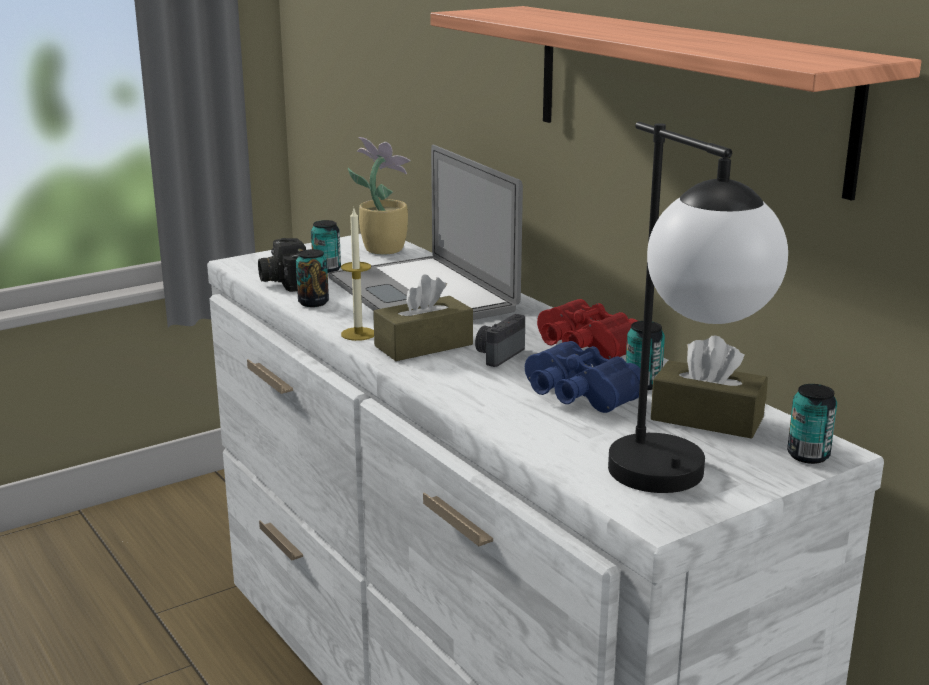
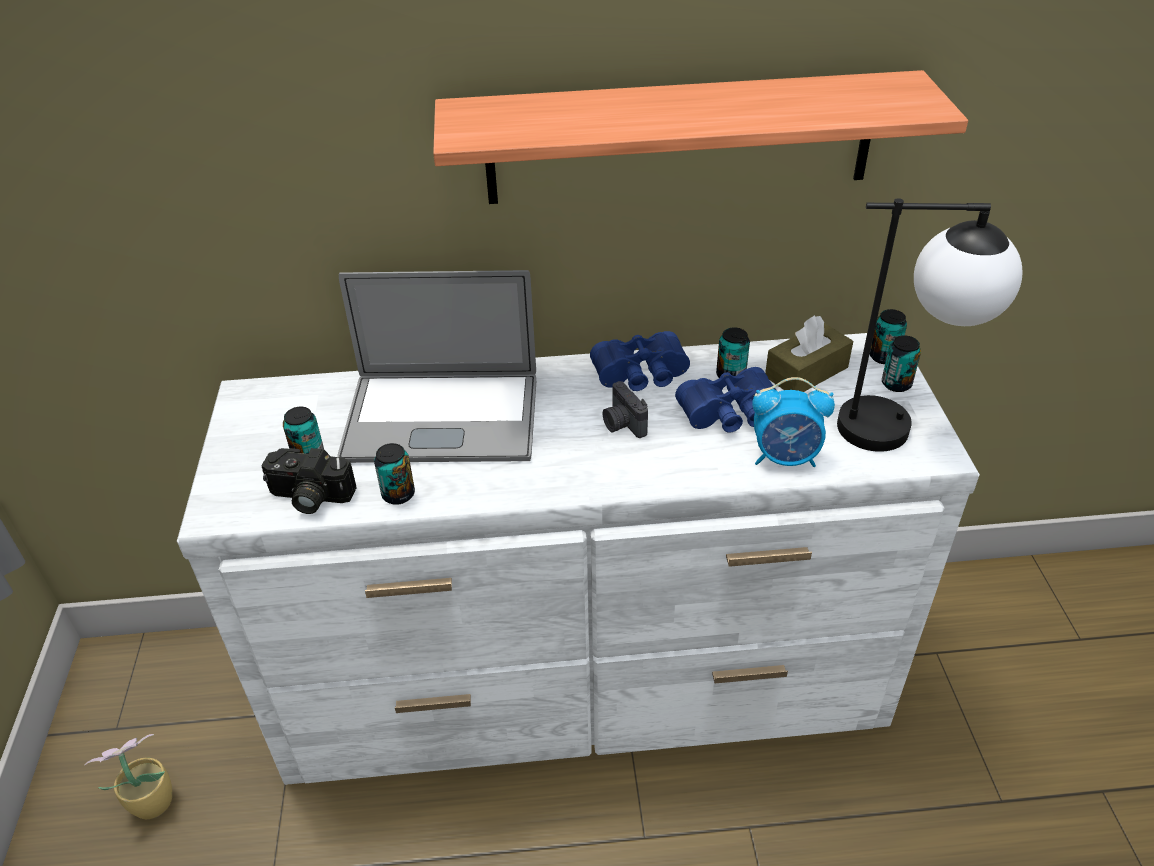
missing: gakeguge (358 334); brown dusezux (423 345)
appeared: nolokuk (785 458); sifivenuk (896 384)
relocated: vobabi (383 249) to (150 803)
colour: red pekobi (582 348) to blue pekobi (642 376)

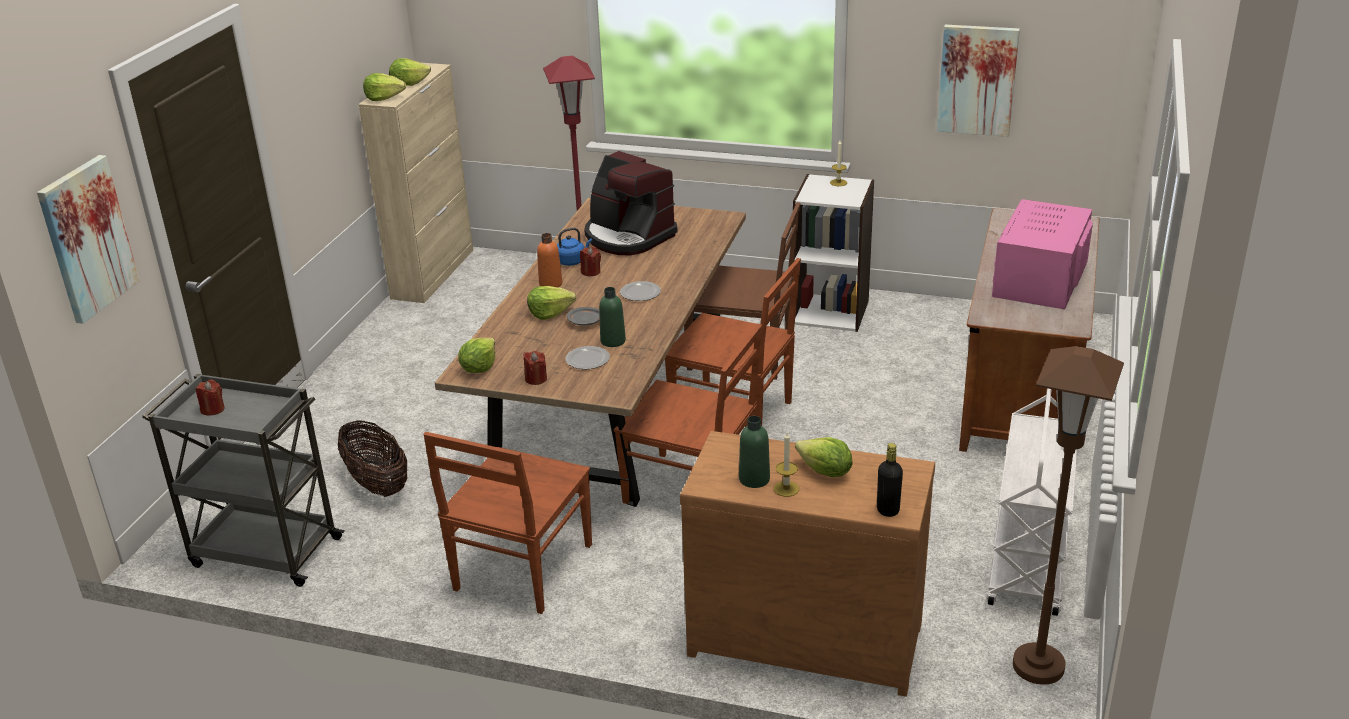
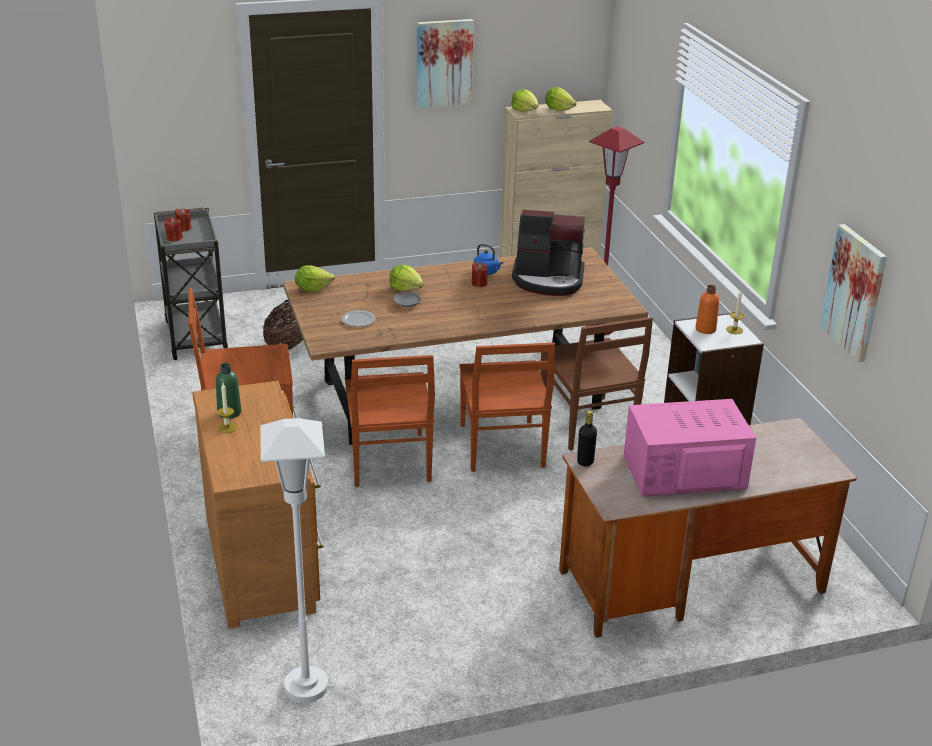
missing: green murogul (613 341); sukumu (640 293); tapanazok (825 472); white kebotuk (1028 562)
relocated: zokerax (87 238) to (444 63); red gakeguge (536 379) to (174 238); orange murogul (550 284) to (705 329); black murogul (888 510) to (585 462)
colour: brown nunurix (1038 666) to white nunurix (306 686)
spun: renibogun (628 236) = (548 280) 90 degrees counterclockwise

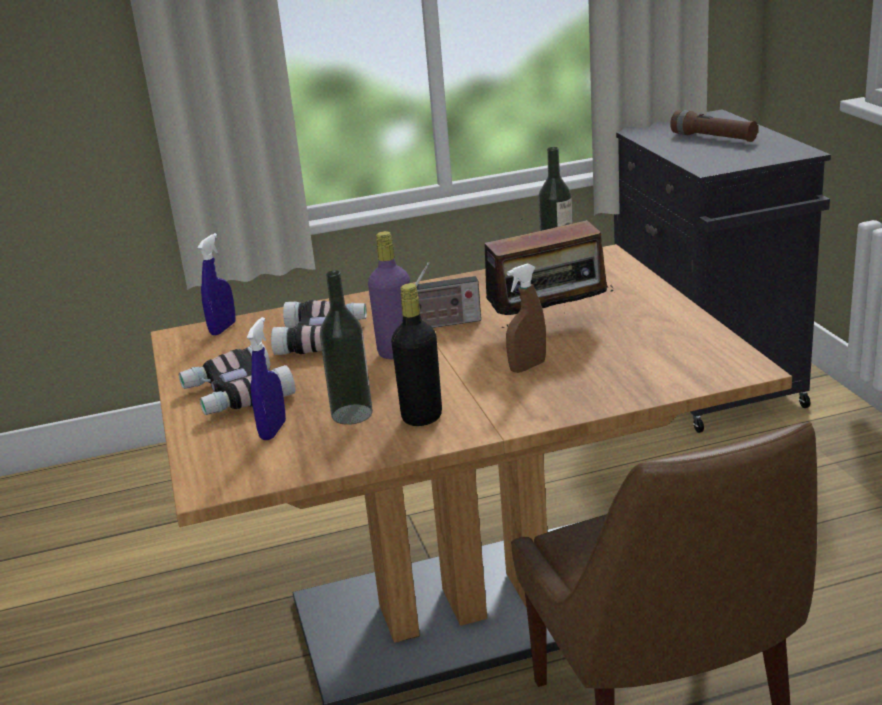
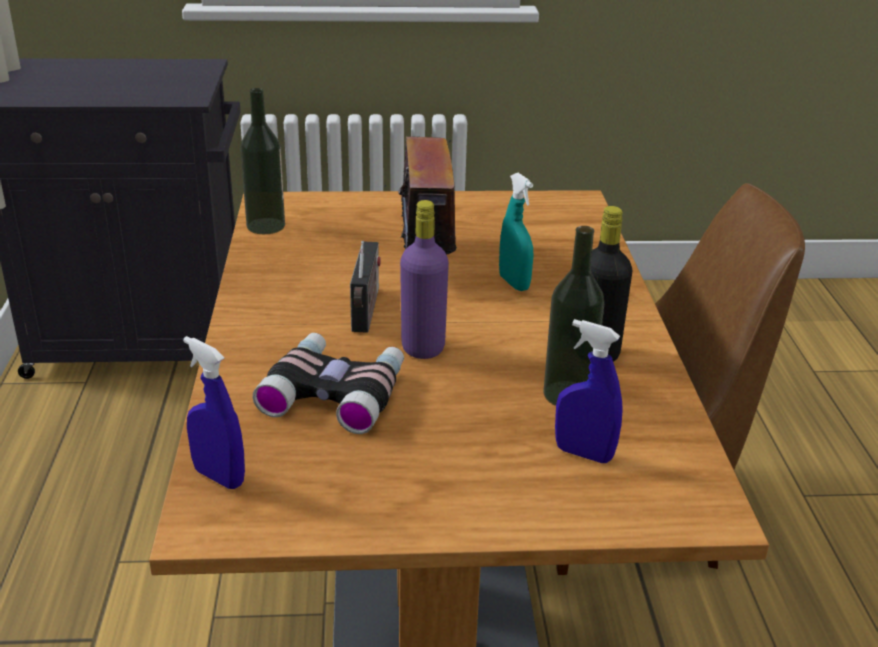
missing: pekobi (235 394); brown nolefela (713 138)
colour: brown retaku (527 367) to turquoise retaku (514 283)

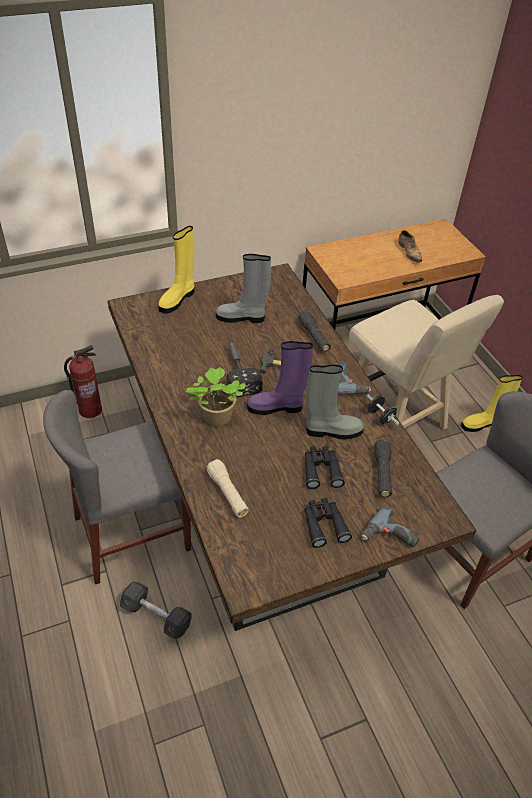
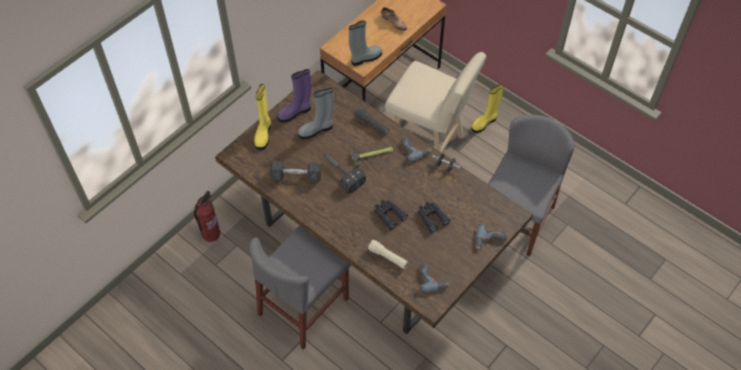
missing: vobabi (216 418); black nolefela (382 473)
appeared: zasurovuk (432 278)
relocated: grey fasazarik (156 616) to (296 176); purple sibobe (276 407) to (295 112); black pekobi (324 525) to (389 215); grey sibobe (332 431) to (365 58)

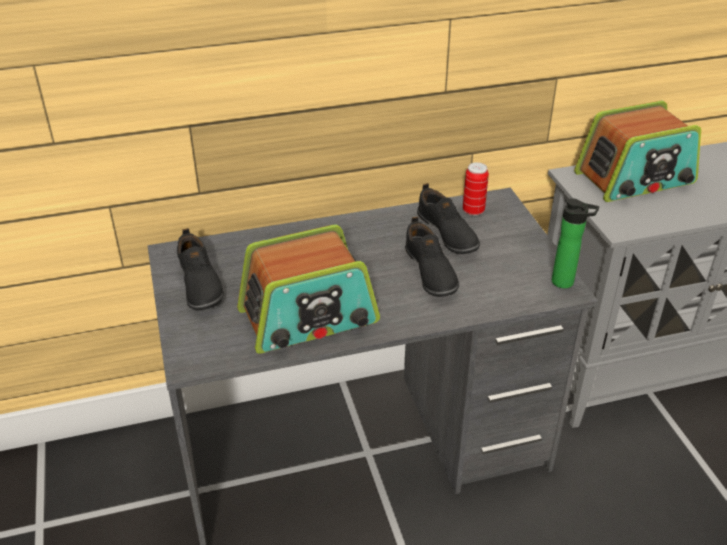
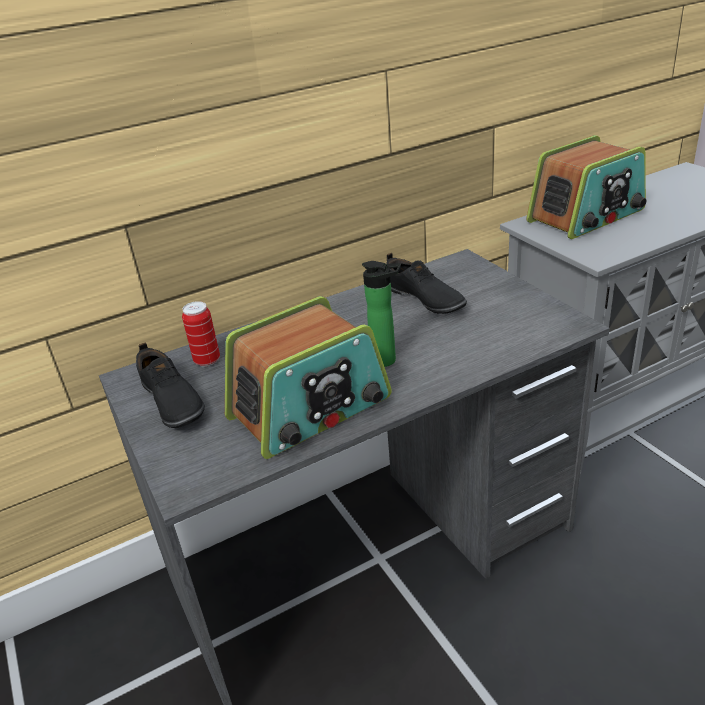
missing: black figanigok (429 272)
relocated: sifivenuk (473 211) to (207 360); murogul (566 283) to (387 360)

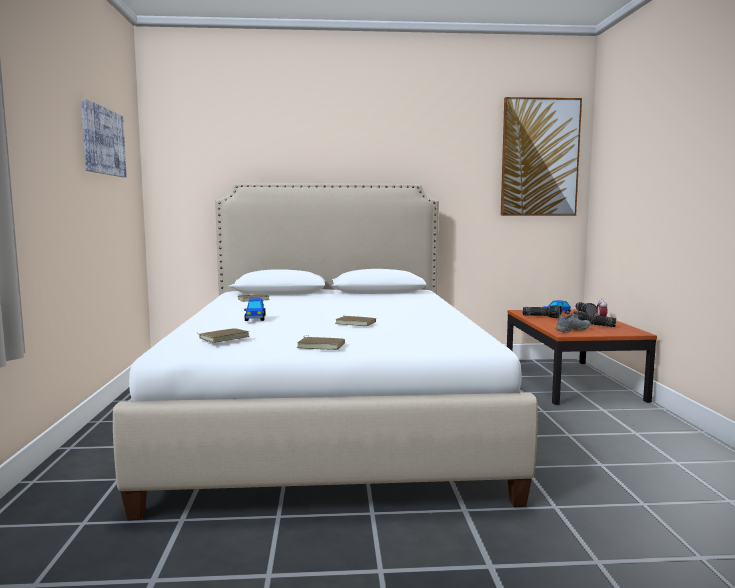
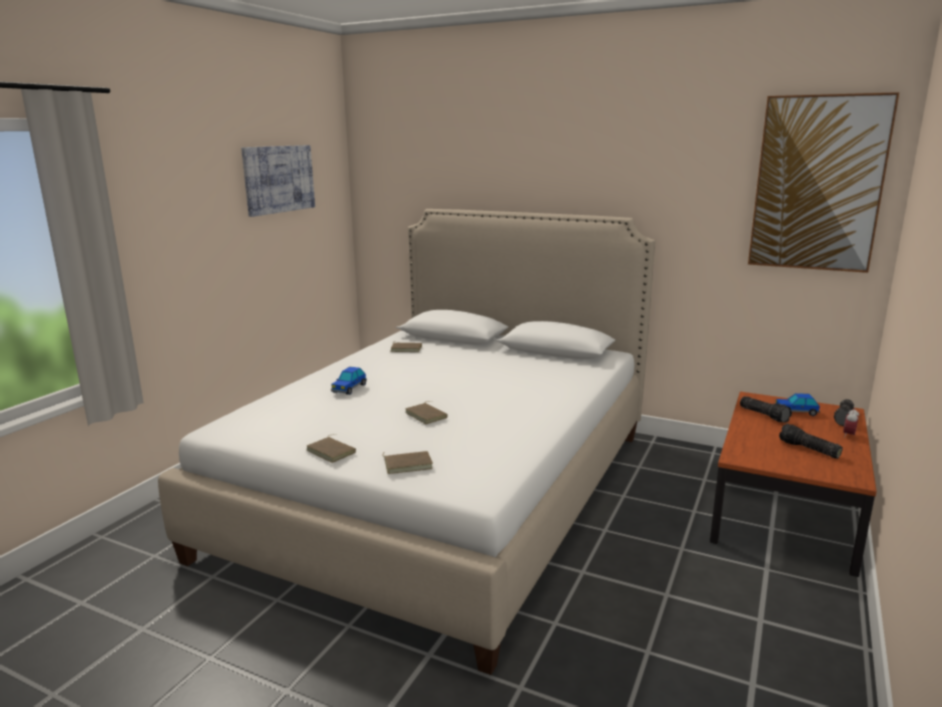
missing: grey figanigok (573 330)
relocated: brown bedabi (223 338) to (408 464)

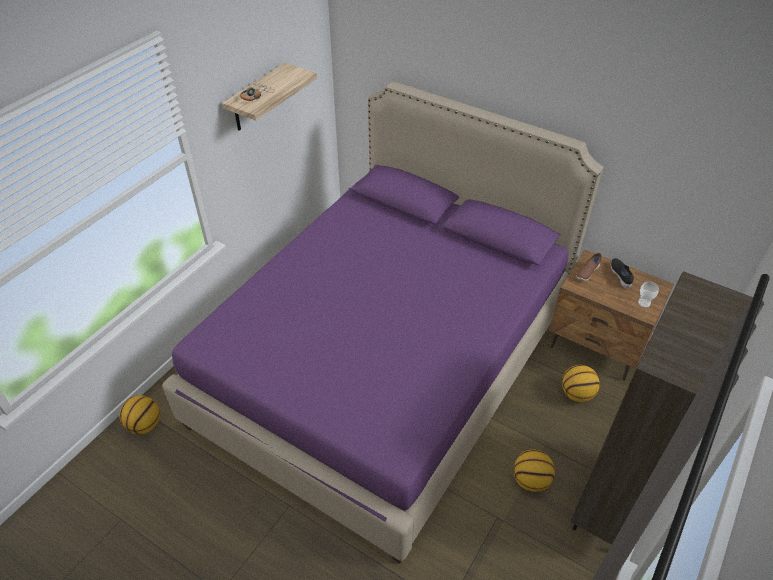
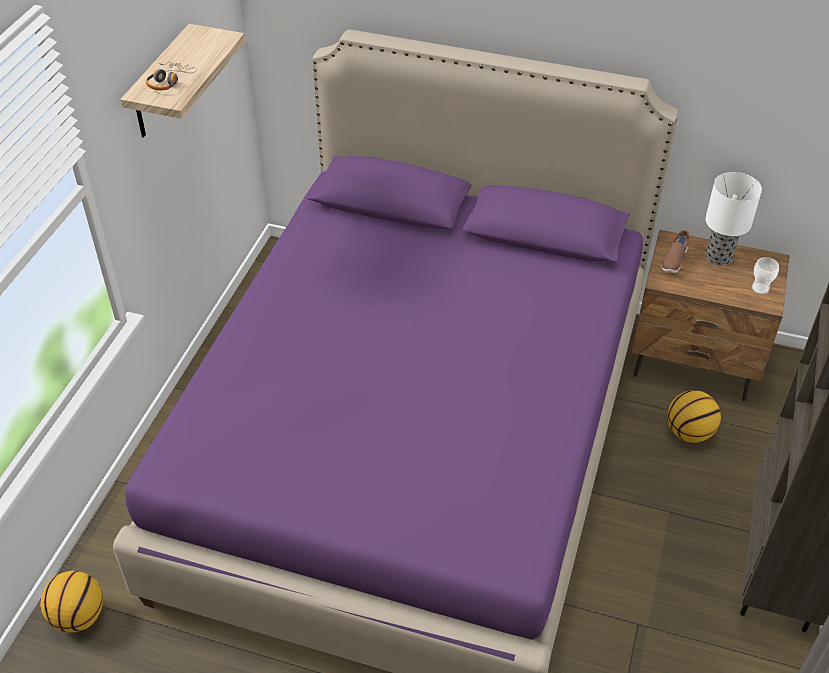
missing: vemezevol (531 480)
exchanged: black figanigok (620 276) to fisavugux (718 257)

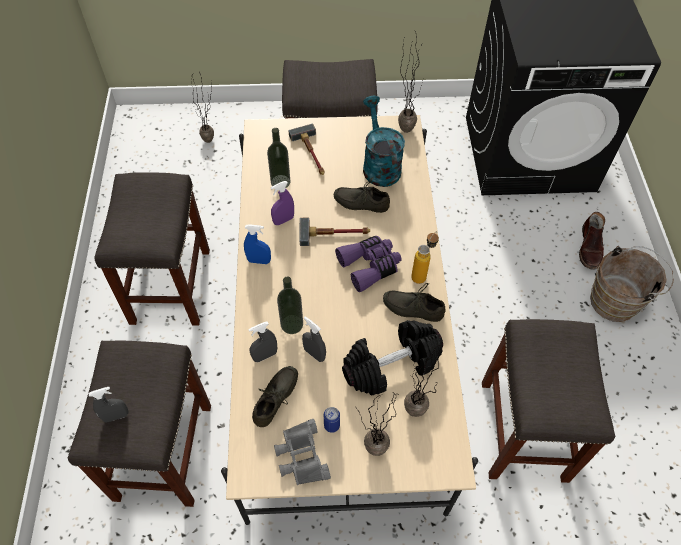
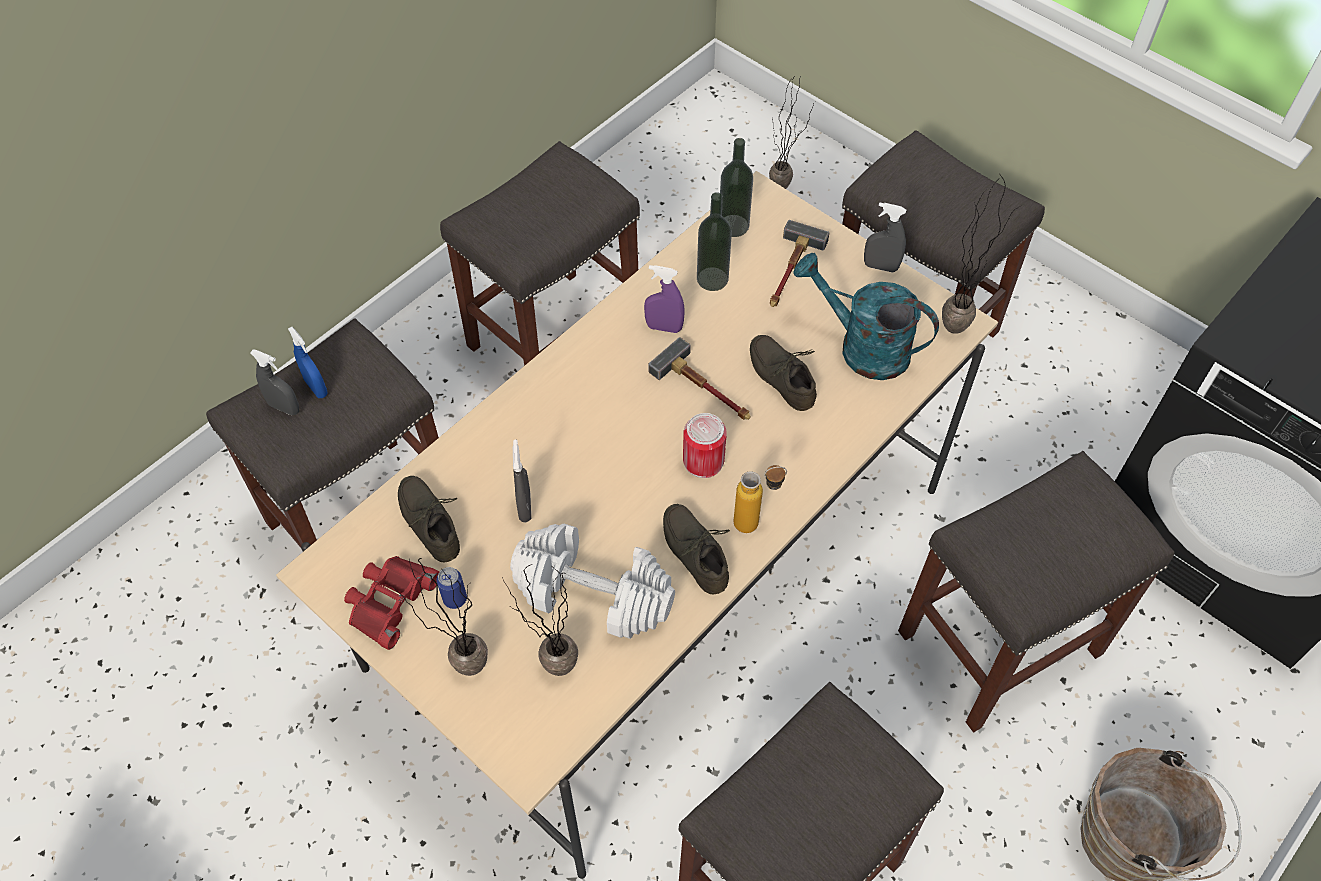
missing: brown sibobe (590 247)
appeared: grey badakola (998 645)
relocated: blue retaku (259 261) to (316 388); grey retaku (265 355) to (880 267); murogul (292 324) to (733 225)
exchanged: purple pekobi (370 266) to sifivenuk (703 461)
colour: grey pekobi (301 456) to red pekobi (389 601); black fasazarik (391 364) to white fasazarik (594 593)
spun: grey figanigok (278 399) = (433 521) 105 degrees counterclockwise; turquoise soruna (379 165) = (862 347) 90 degrees counterclockwise

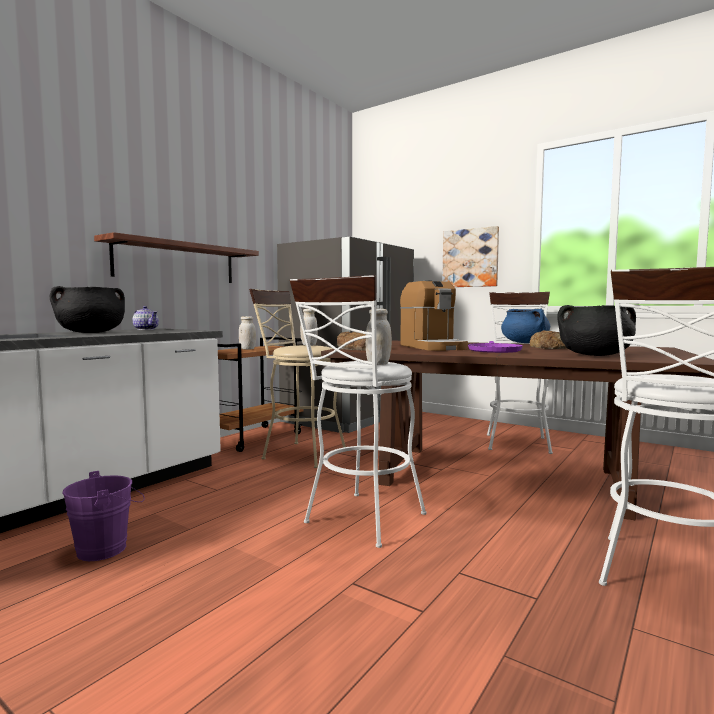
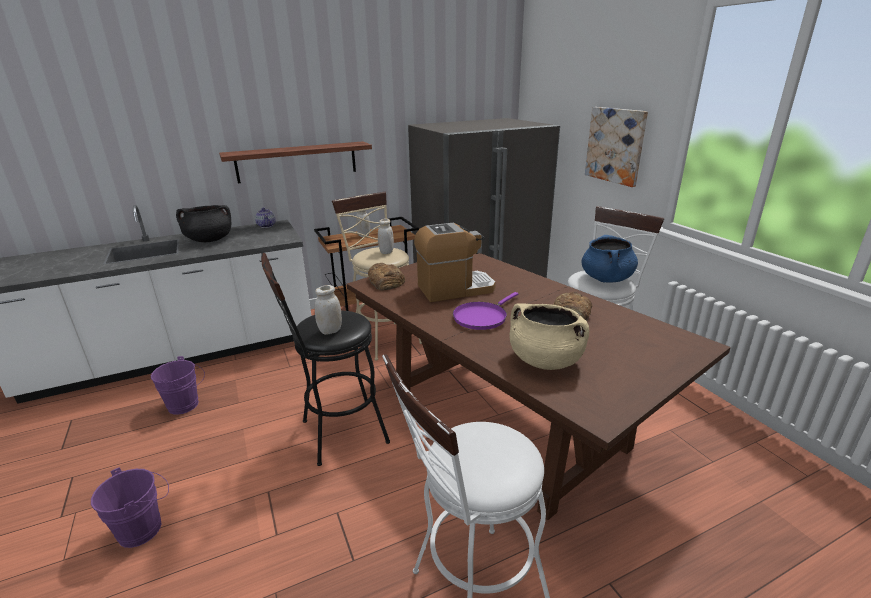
appeared: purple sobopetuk (145 528)
colour: white badakola (360 521) to black badakola (336 434); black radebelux (595 355) to beige radebelux (544 360)
spun: renibogun (432 347) = (455 289) 120 degrees counterclockwise

